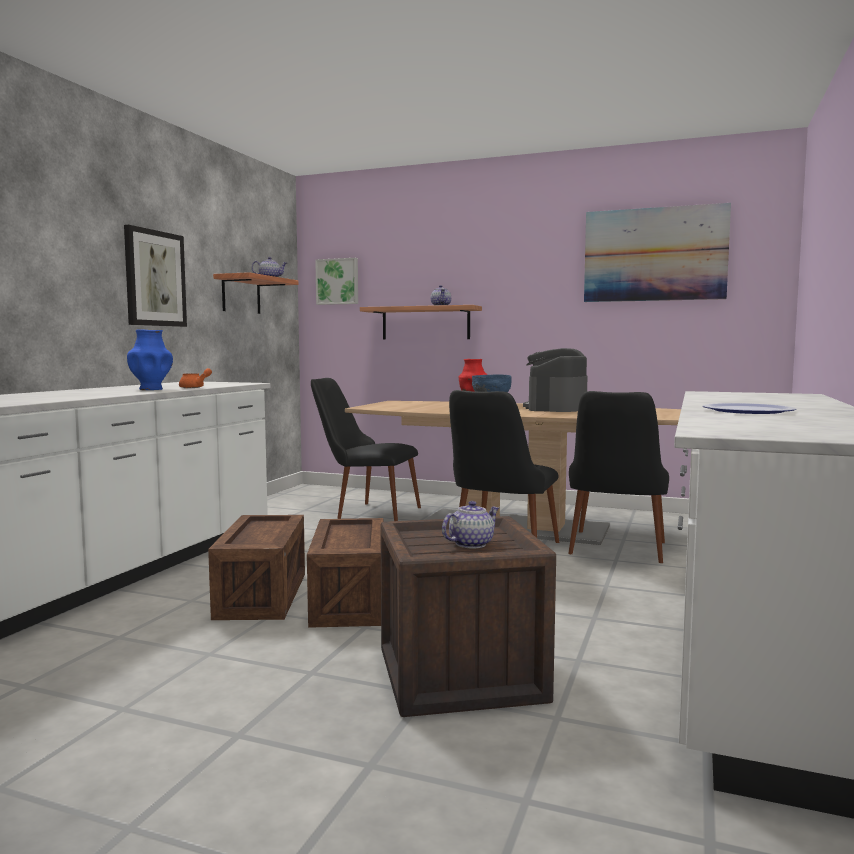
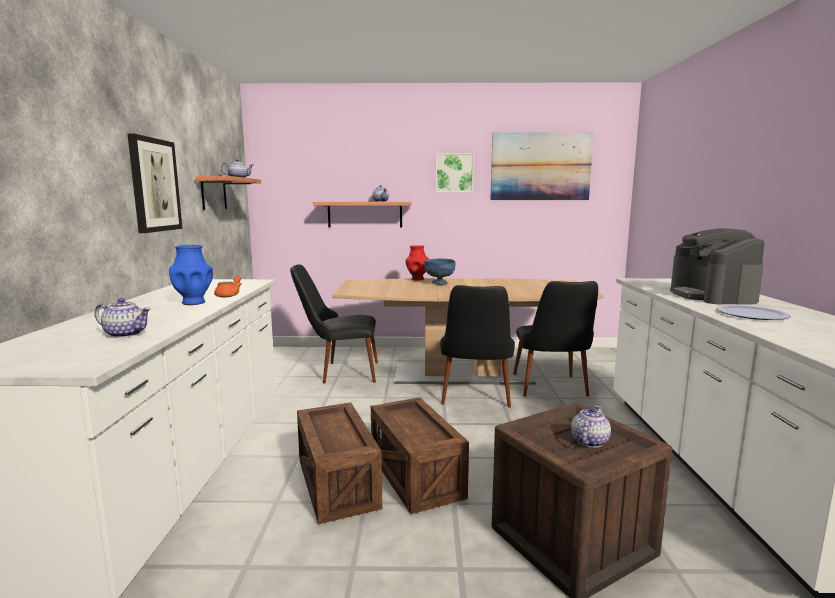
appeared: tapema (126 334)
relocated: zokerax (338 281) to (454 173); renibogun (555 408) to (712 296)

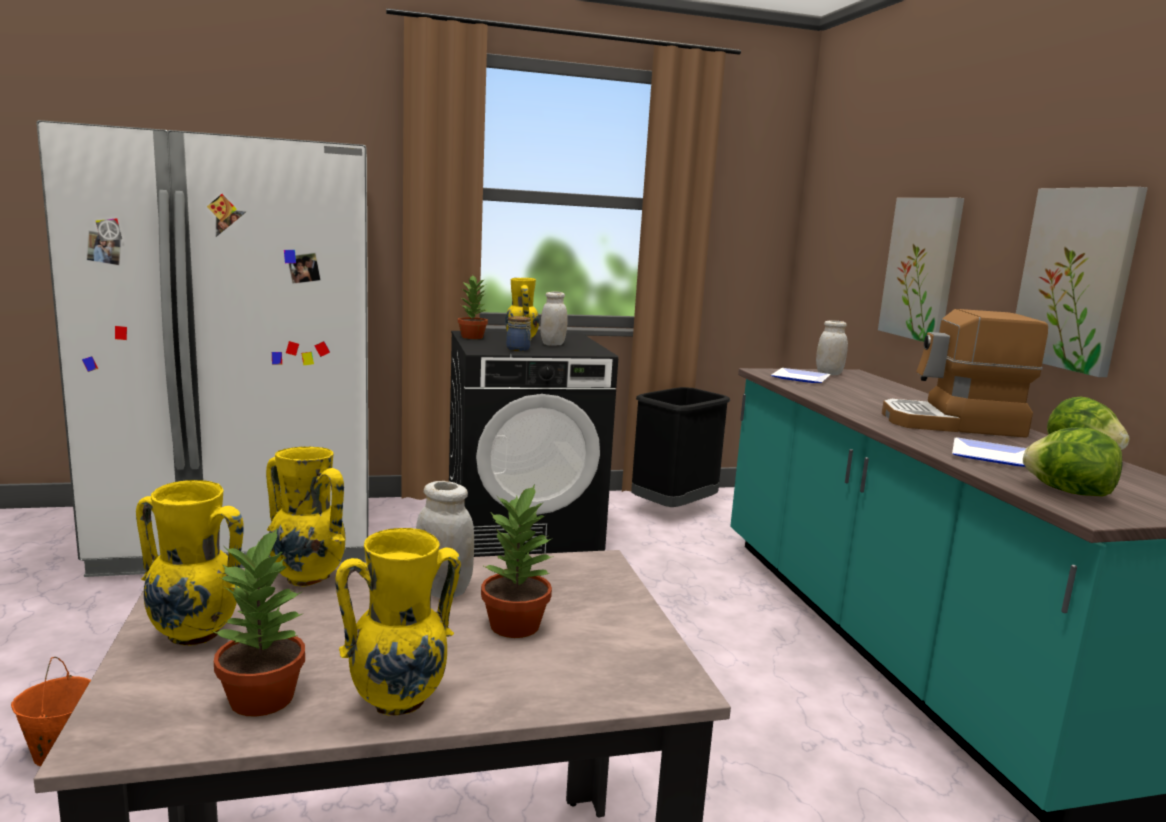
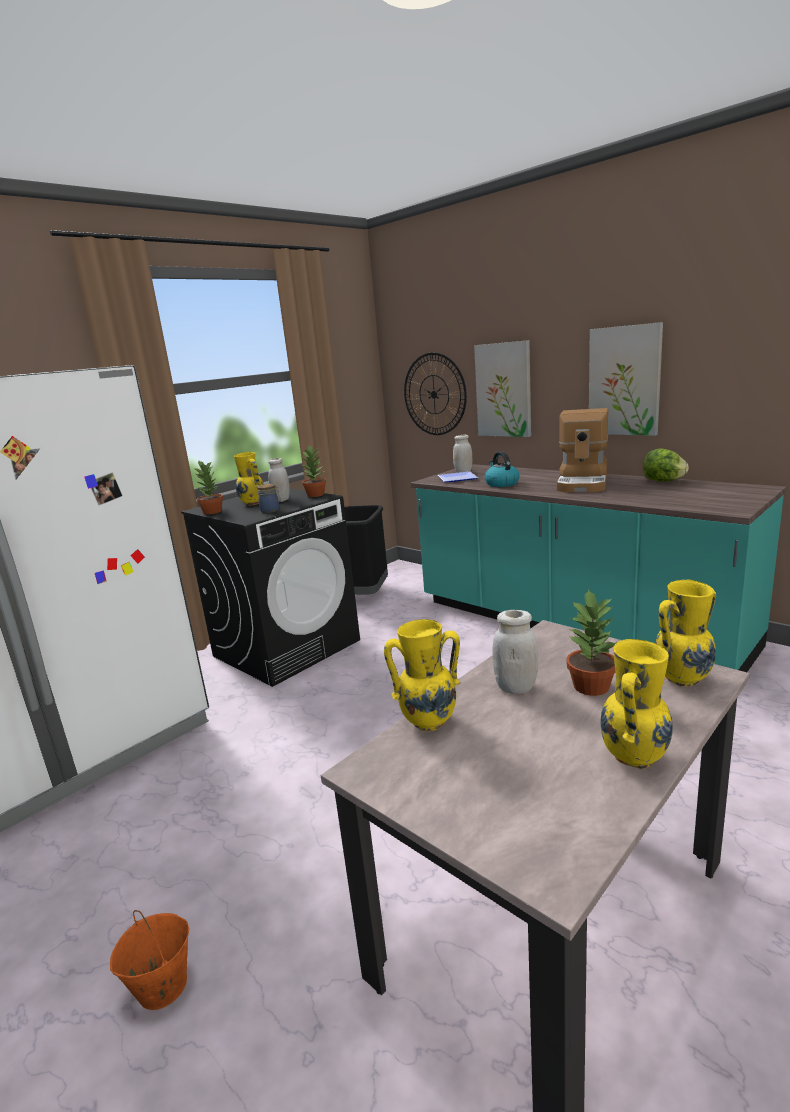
missing: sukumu (994 458); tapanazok (1067 492)
appeared: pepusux (434 394); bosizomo (501 484)
relocated: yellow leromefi (195 635) to (683 679); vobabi (264 698) to (316 494)
spun: renibogun (952 424) = (583 482) 45 degrees counterclockwise

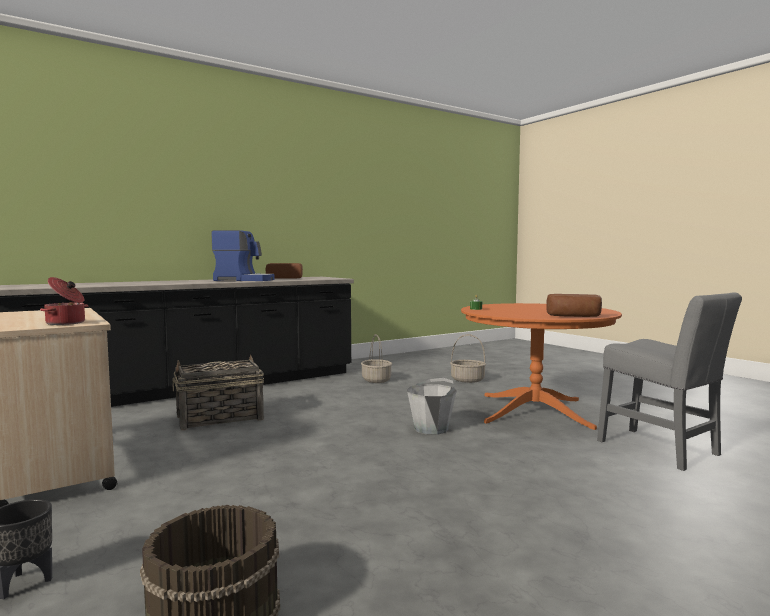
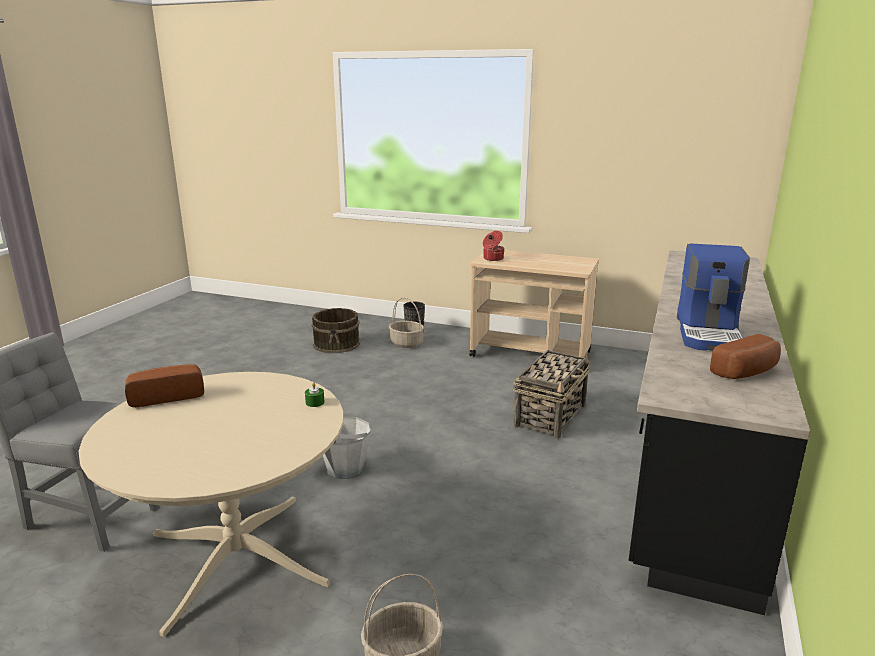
relocated: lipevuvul (376 380) to (407 343)
colour: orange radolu (535 411) to beige radolu (236 559)
spun: renibogun (244 280) = (709 334) 45 degrees counterclockwise

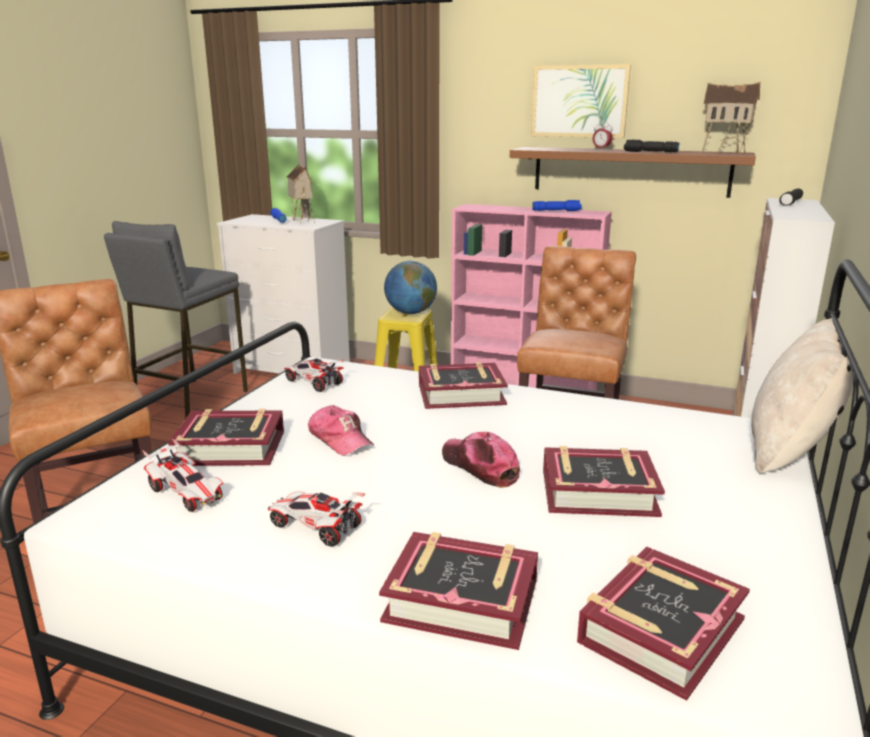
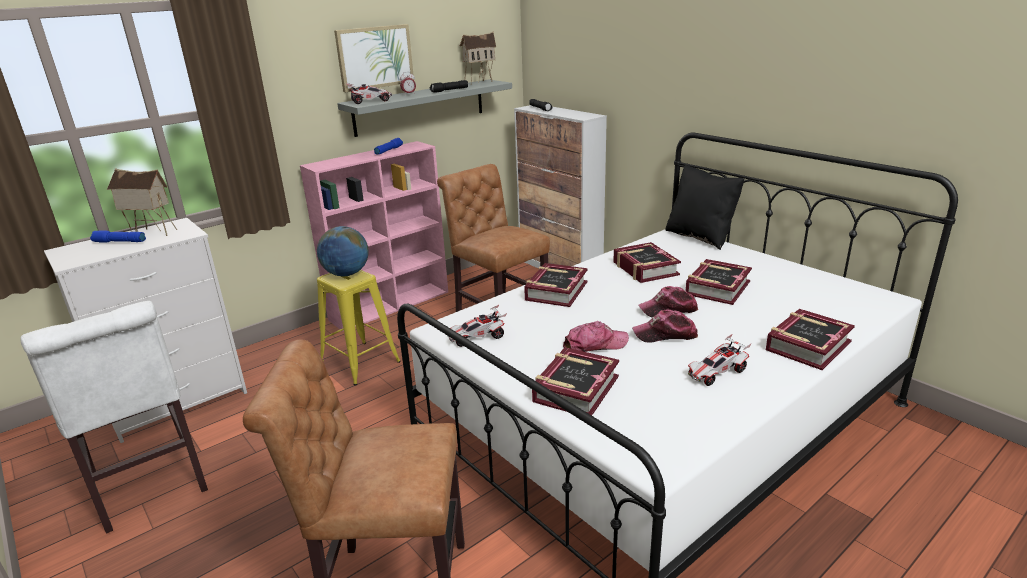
appeared: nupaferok (665 334)
relocated: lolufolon (187 494) to (370 101); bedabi (660 630) to (645 269)
exchanged: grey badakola (191 400) to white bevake (150 487)
colour: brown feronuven (630 171) to grey feronuven (420 107); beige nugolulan (789 451) to black nugolulan (700 237)

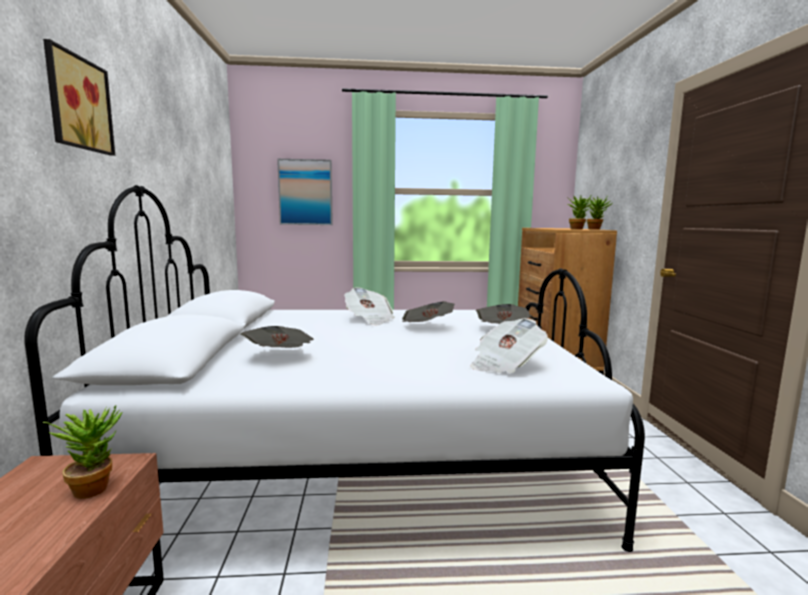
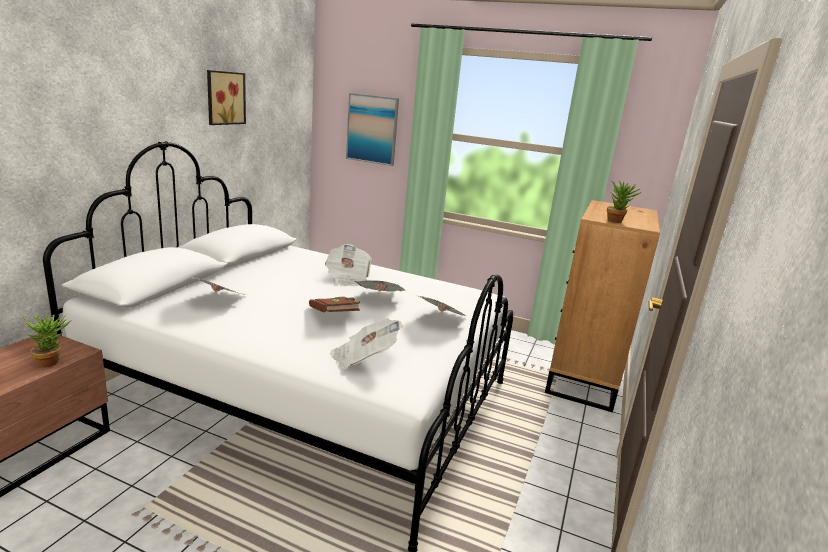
missing: vobabi (596 229)
appeared: brown bedabi (334 315)
relocated: zokerax (76 103) to (224 98)

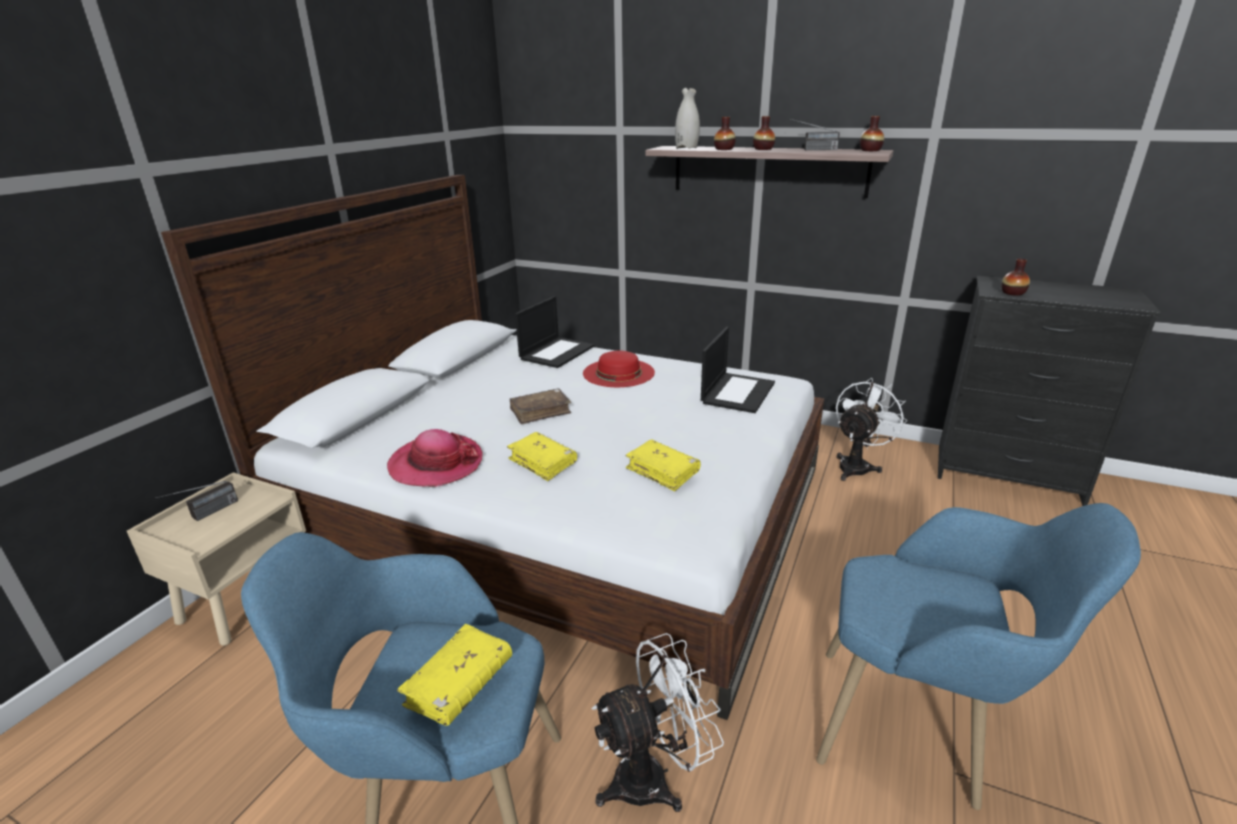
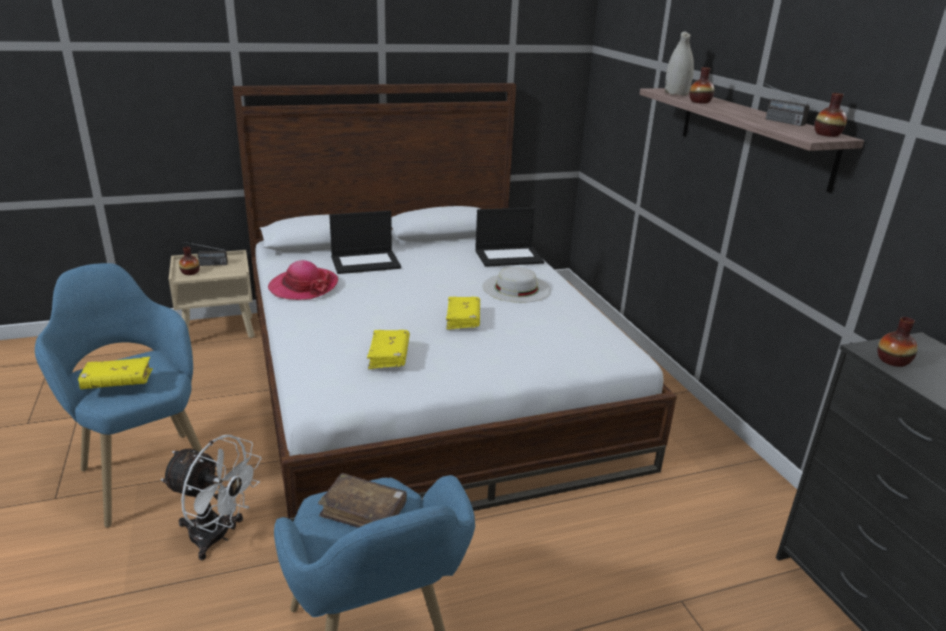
missing: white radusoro (857 466)
relocated: yellow bedabi (542 462) to (463 319); brown bedabi (540 412) to (364 511); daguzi (737 392) to (366 262); leromefi (763 149) to (190 272)
colour: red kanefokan (618 372) to white kanefokan (516 288)

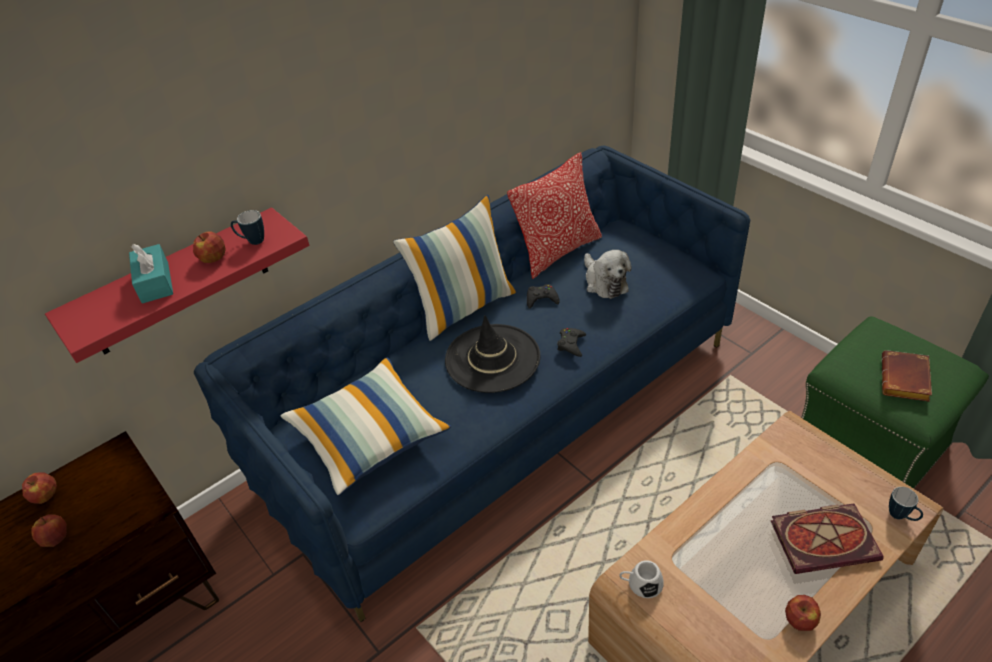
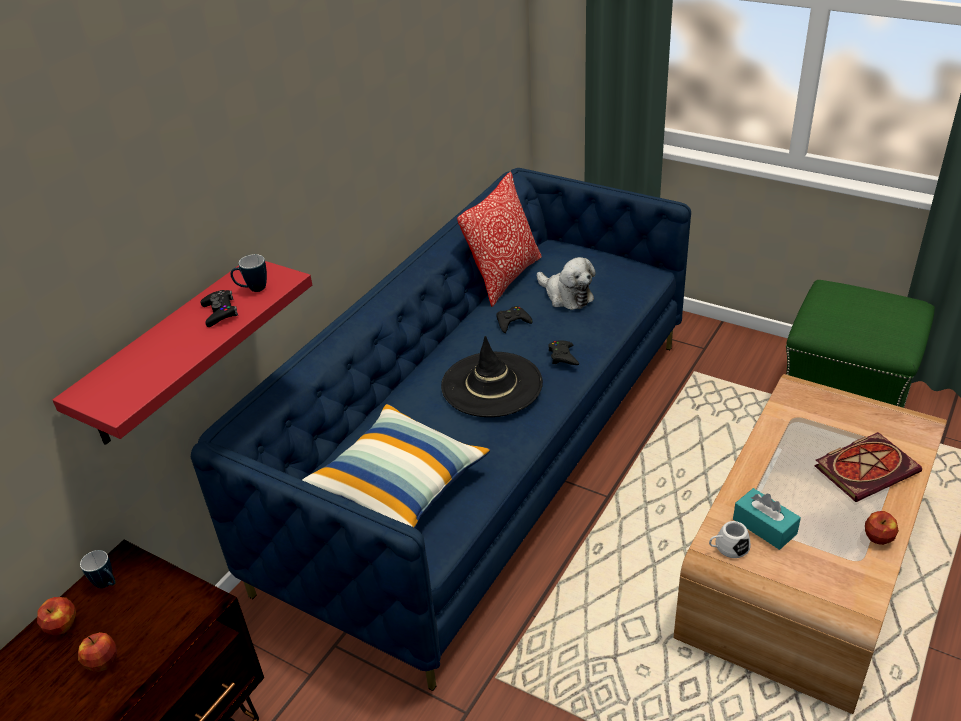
missing: nugolulan (464 307); brown bedabi (906 381)
relocated: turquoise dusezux (155 282) to (764 526); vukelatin (901 517) to (107 584)
exchanged: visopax (213 259) to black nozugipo (220 312)

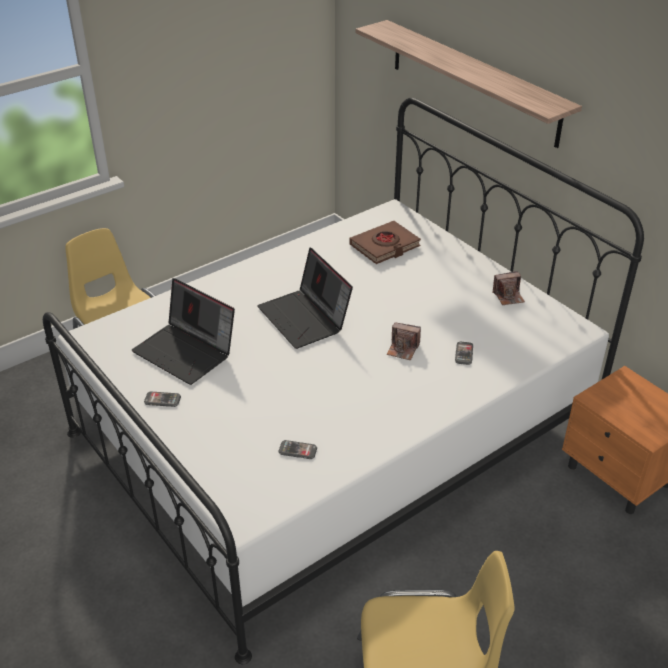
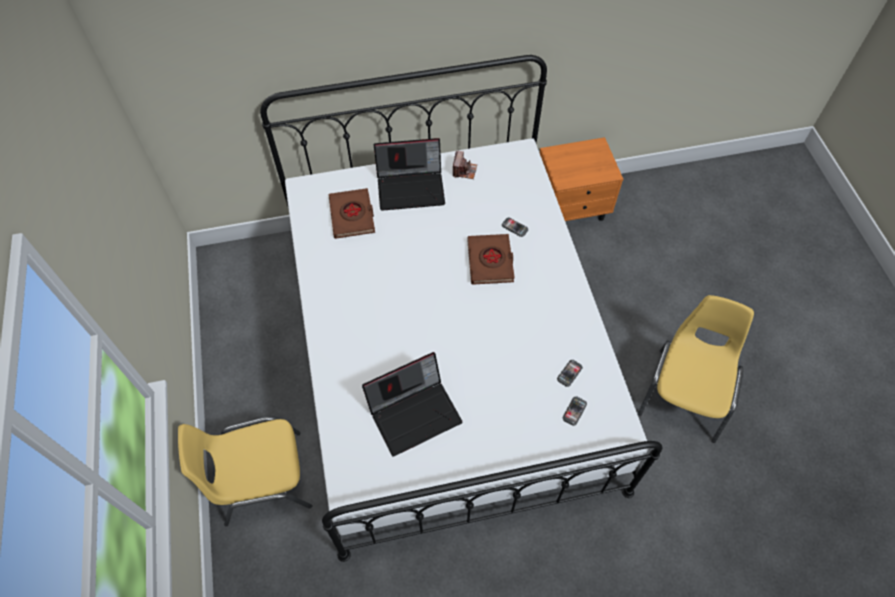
missing: feronuven (473 82)
relocated: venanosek (162 400) to (574 411); daguzi (305 318) to (411 187)
exchanged: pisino (403 349) to brown bedabi (490 261)

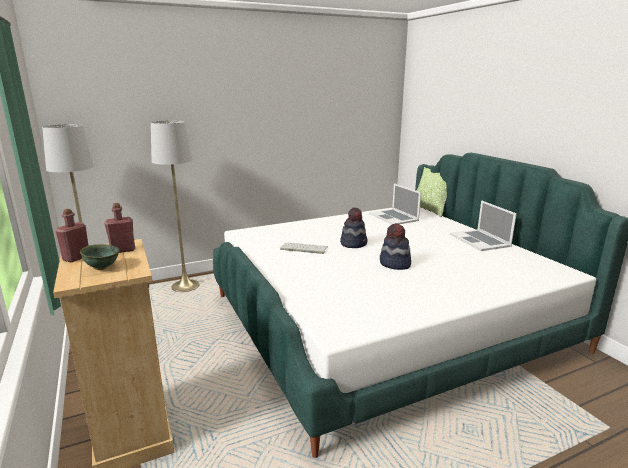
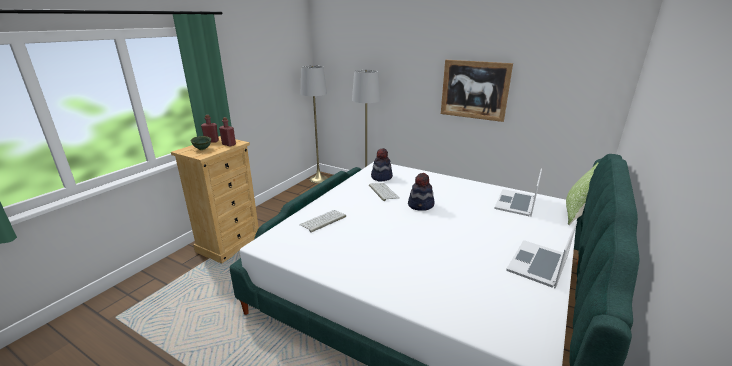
appeared: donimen (323 221); zokerax (474 90)
relocated: kanefokan (394 264) to (381 177)

